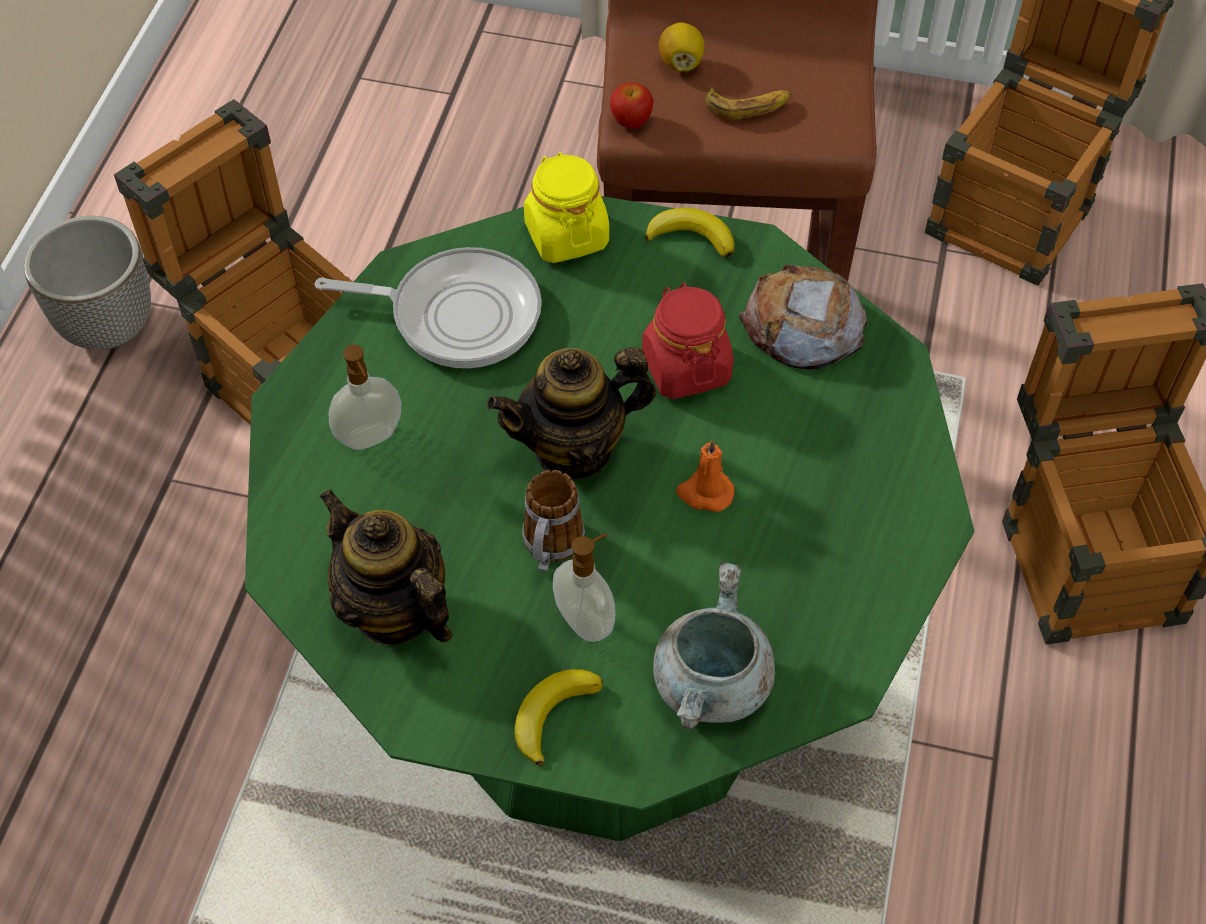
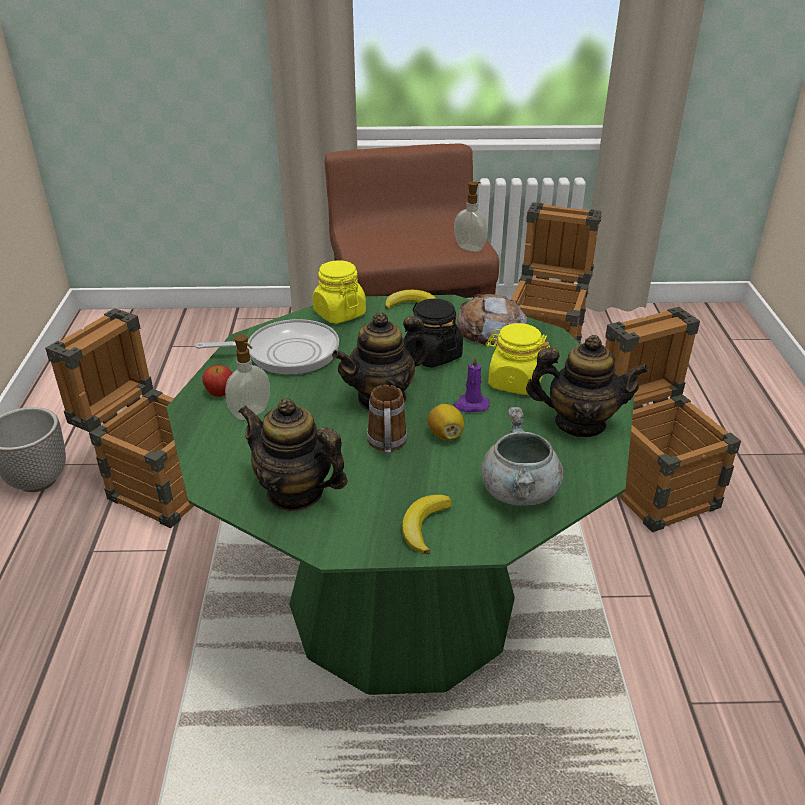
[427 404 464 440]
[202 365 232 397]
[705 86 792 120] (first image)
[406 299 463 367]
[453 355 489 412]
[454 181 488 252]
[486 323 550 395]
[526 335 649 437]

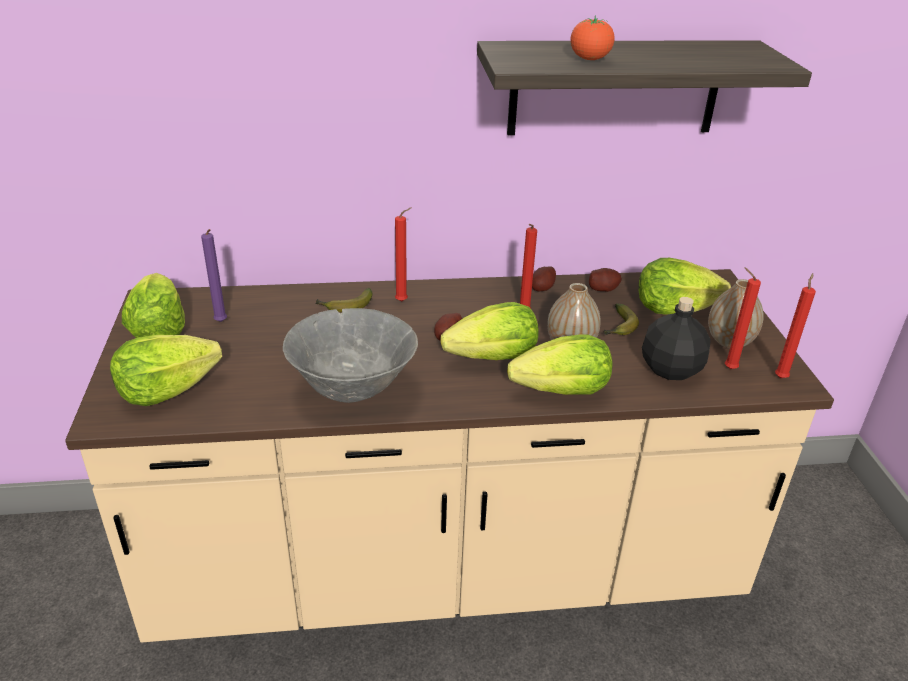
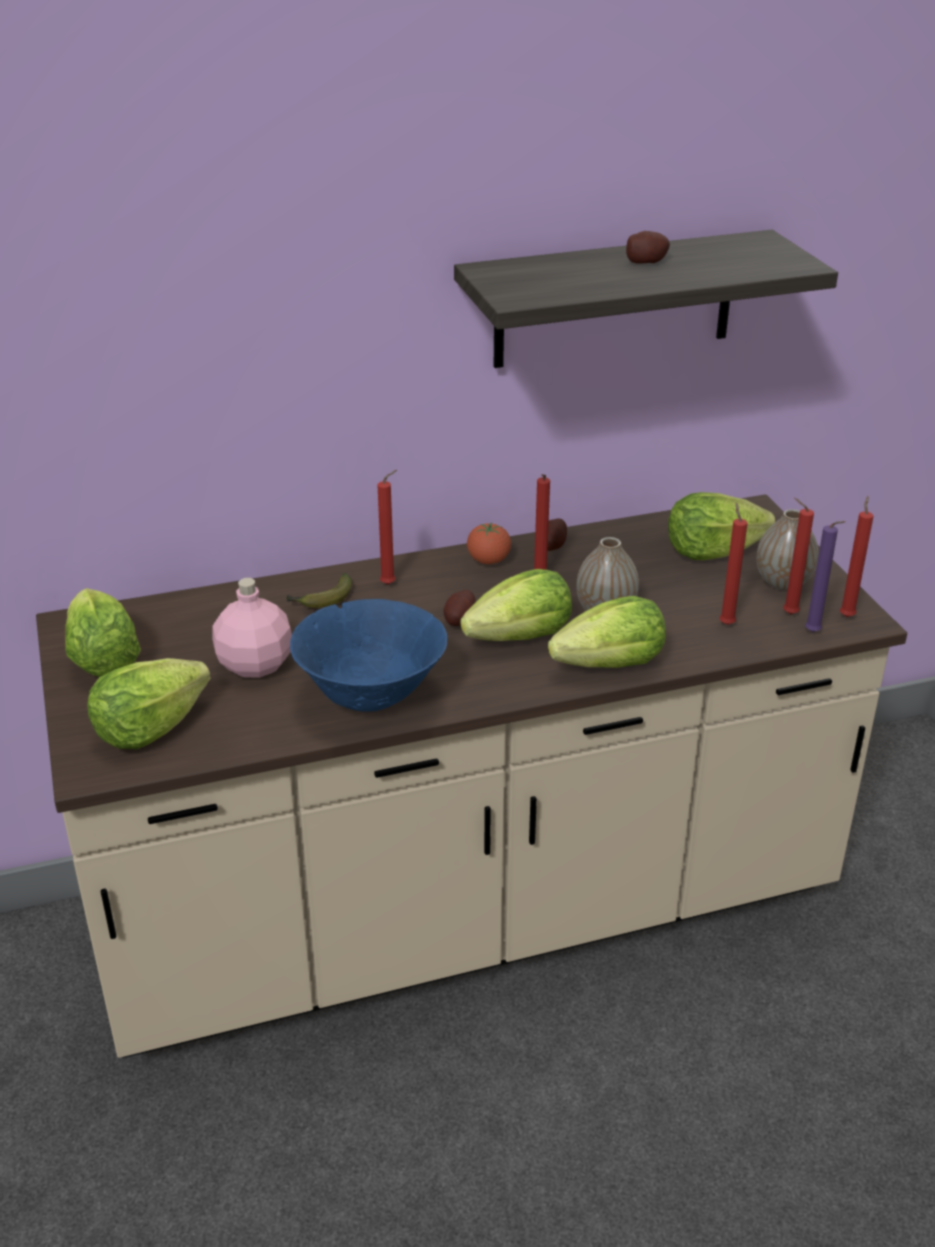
[467 523 511 564]
[805 521 846 632]
[626 231 670 264]
[720 503 747 625]
[604 303 639 335] (first image)
[290 599 448 712]
[212 578 292 678]

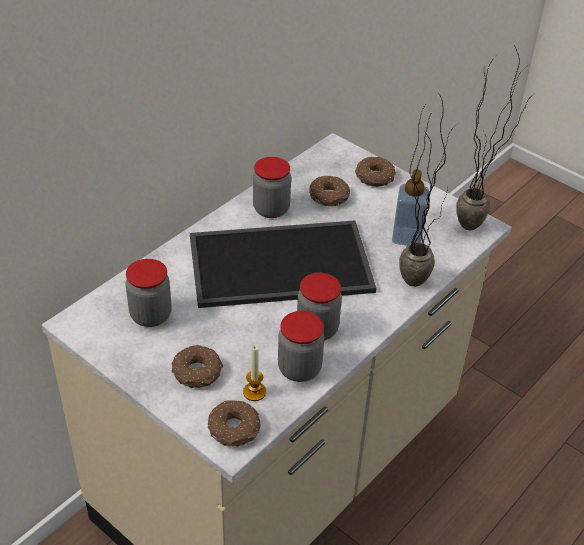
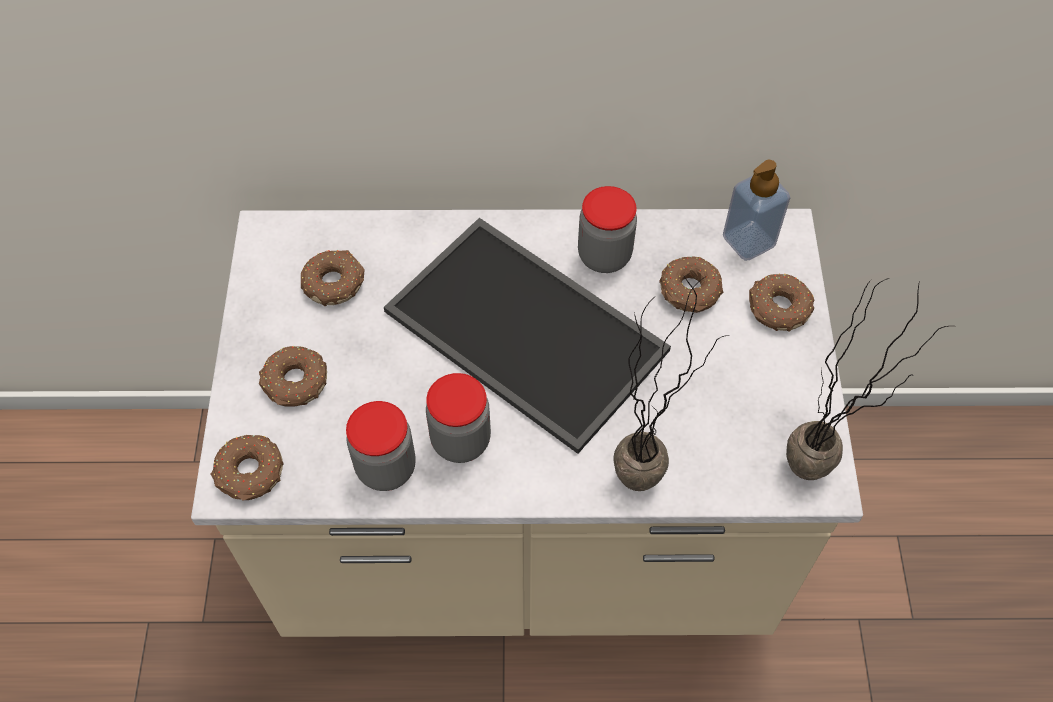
[723 160 790 261]
[301 250 365 306]
[243 346 266 401] (first image)

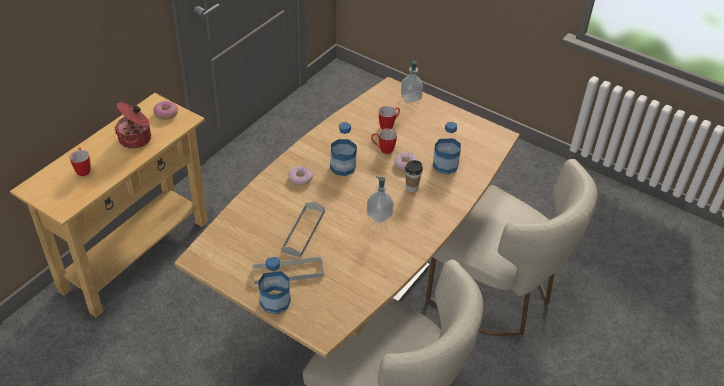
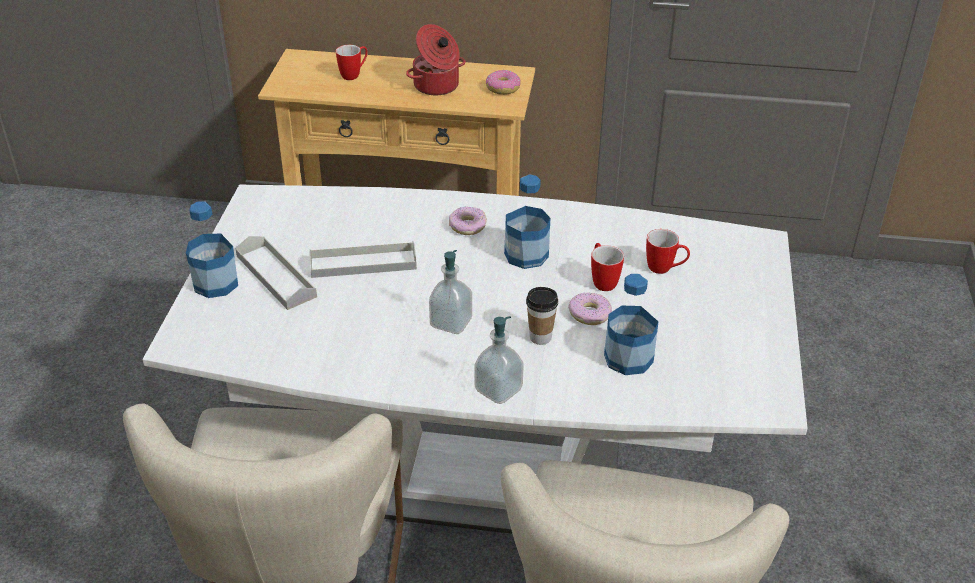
[475 316 524 404]
[143 185 807 534]

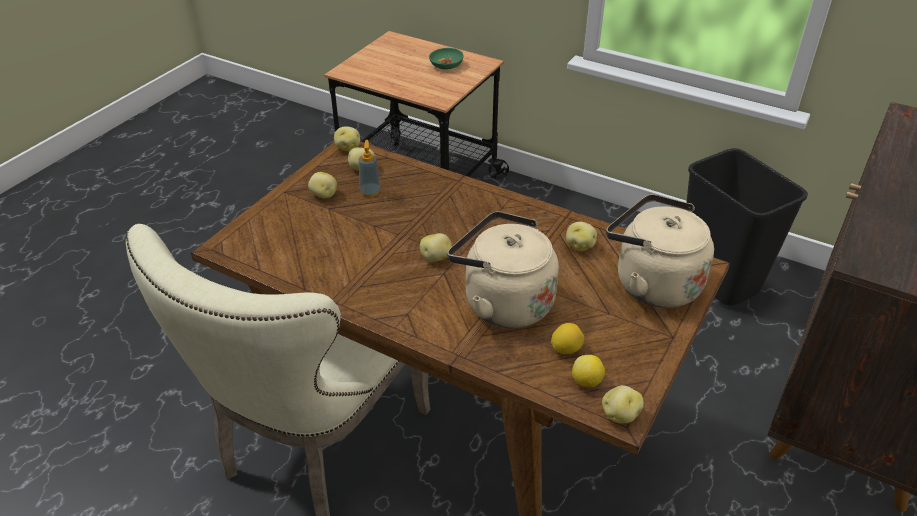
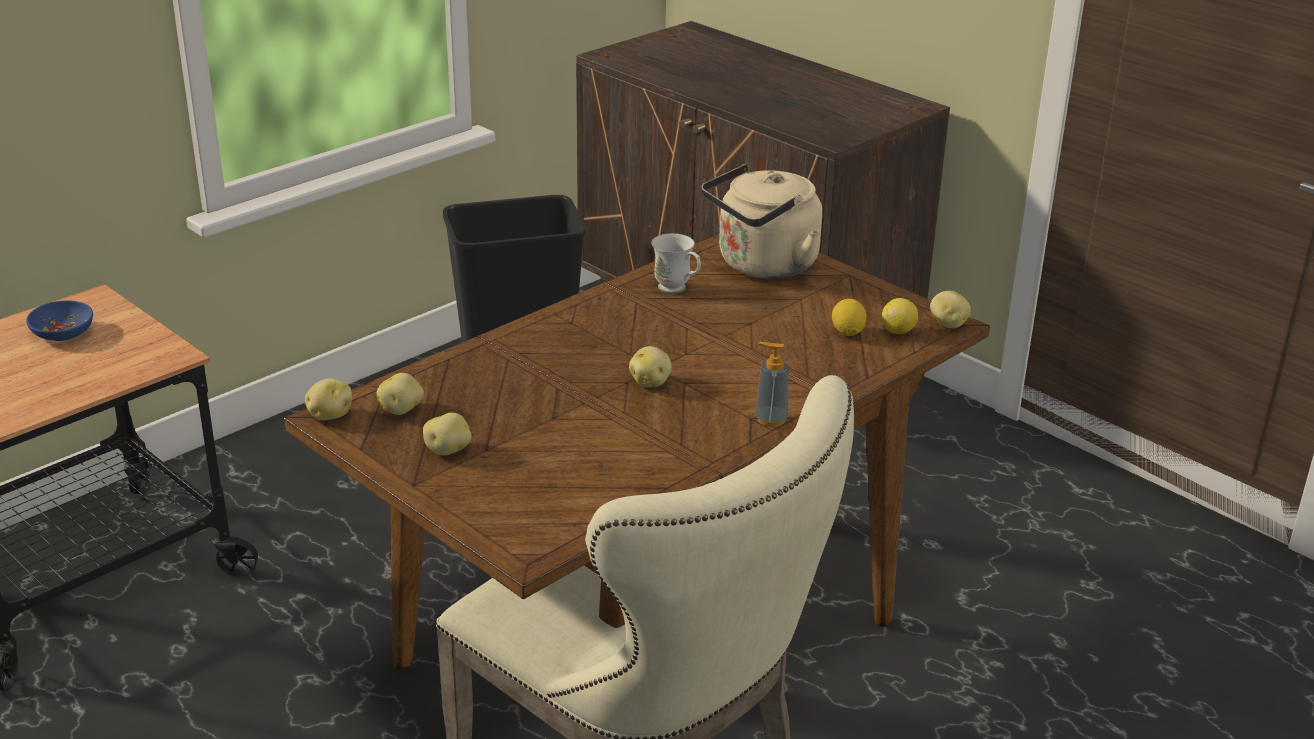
[26 300 93 341]
[755 342 789 427]
[447 211 559 328] (first image)
[652 233 701 294]

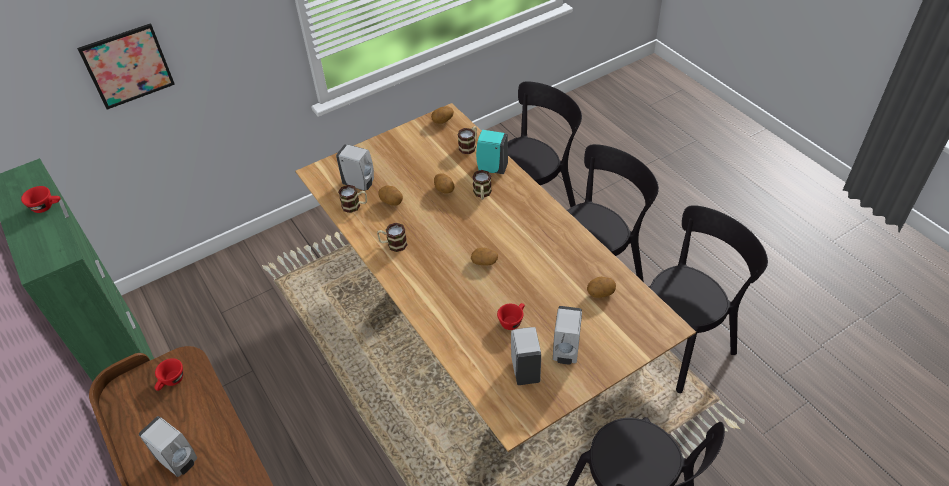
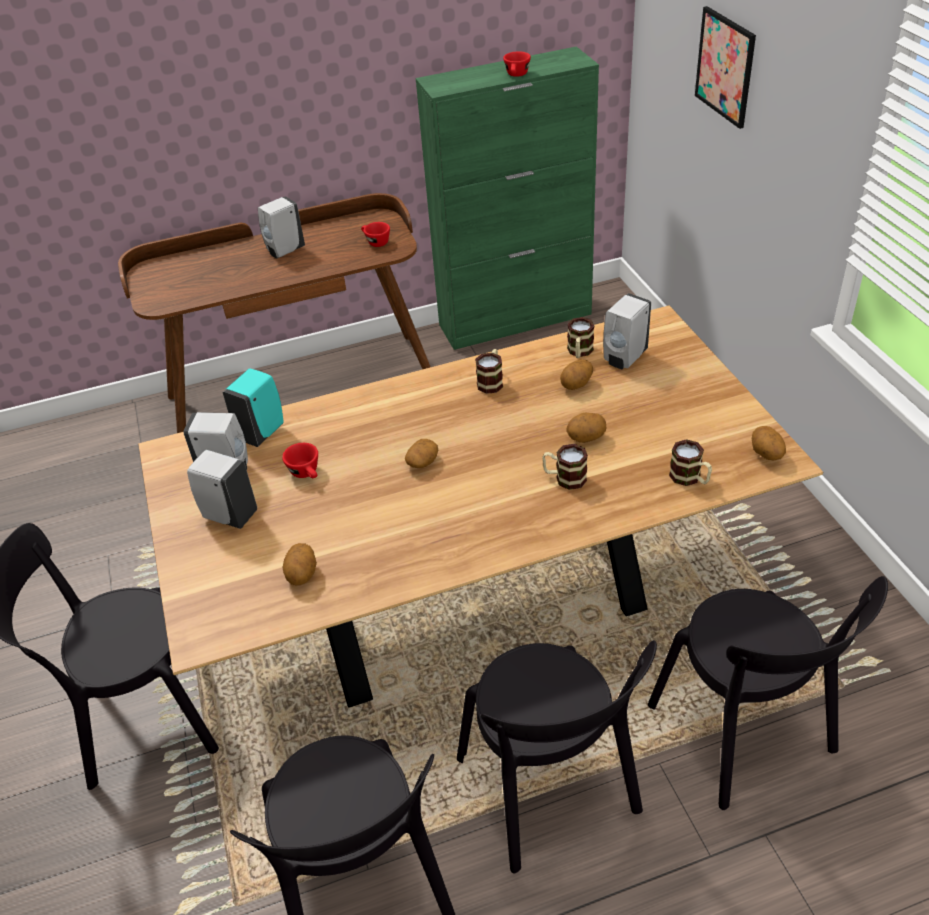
[223 368 284 447]

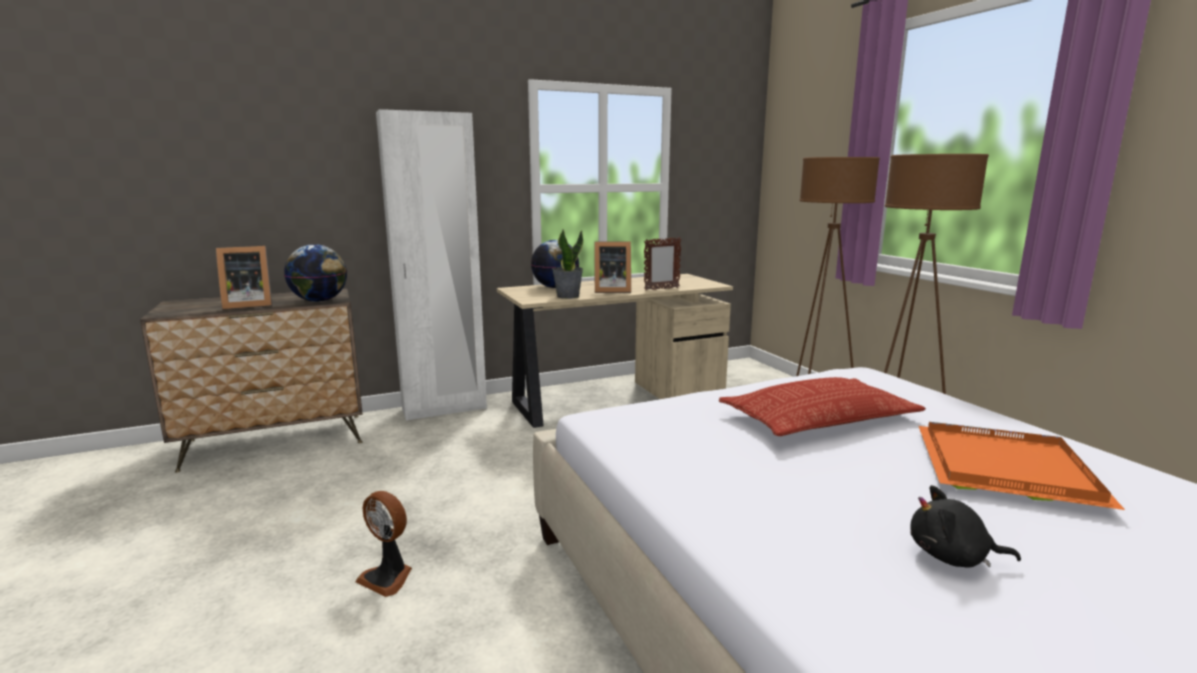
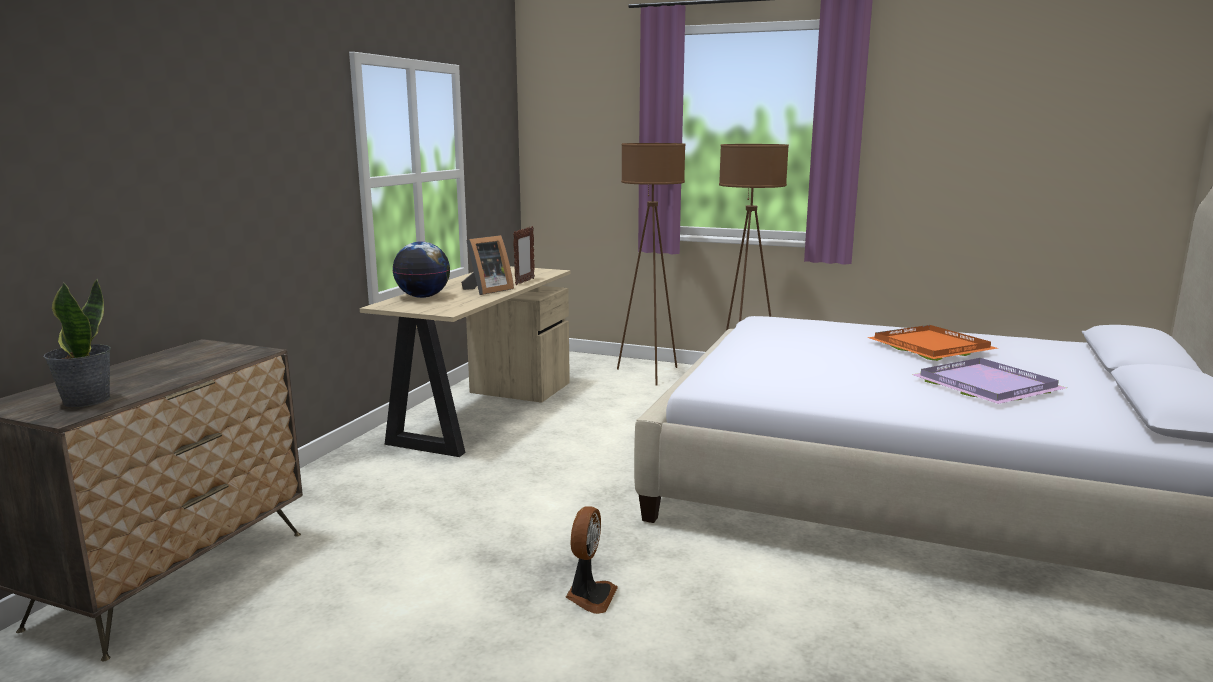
[376 109 487 421] (first image)
[43 279 111 407]
[284 244 347 302] (first image)
[216 246 272 310] (first image)
[719 377 926 436] (first image)
[912 358 1067 404]
[566 506 618 614]

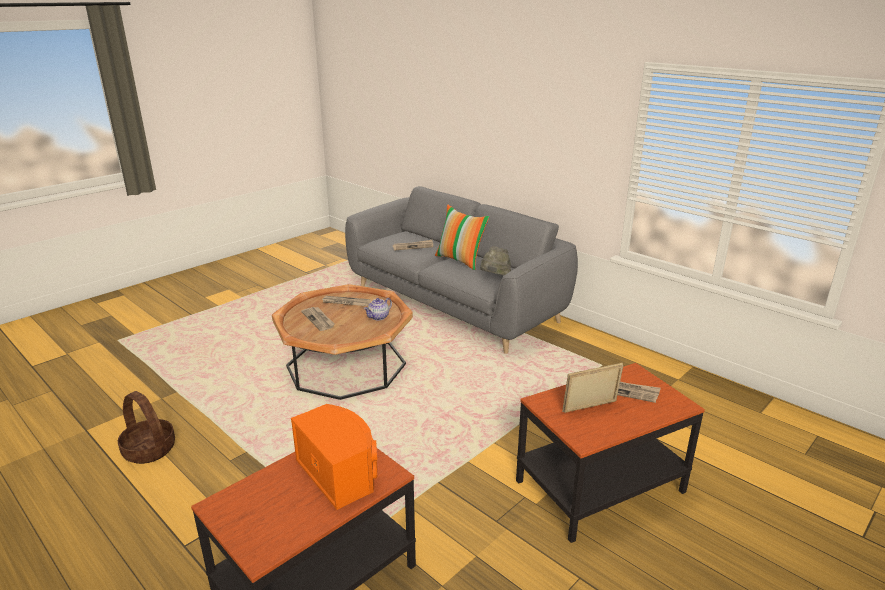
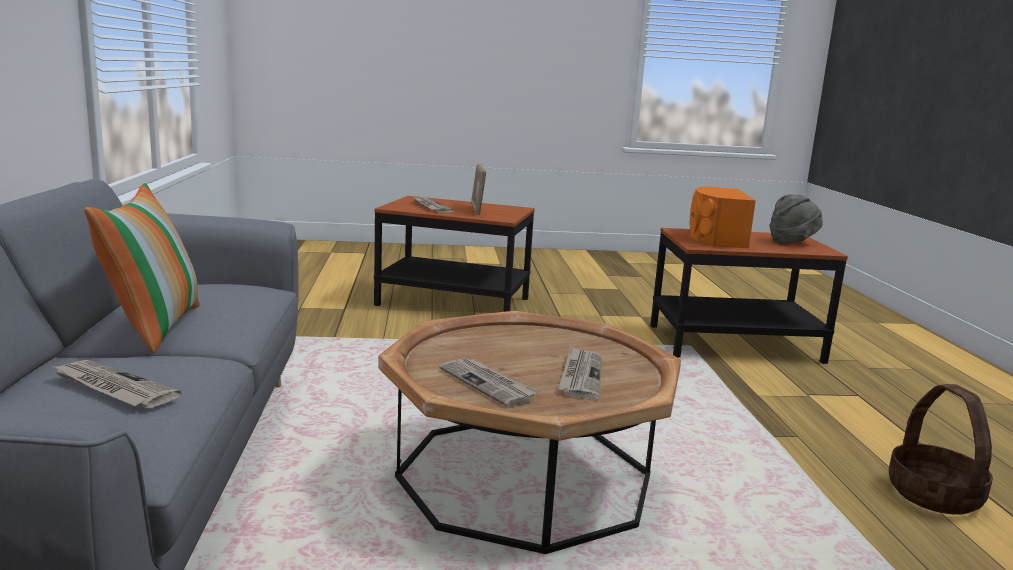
[770 194 823 244]
[364 298 392 320] (first image)
[471 163 486 215]

